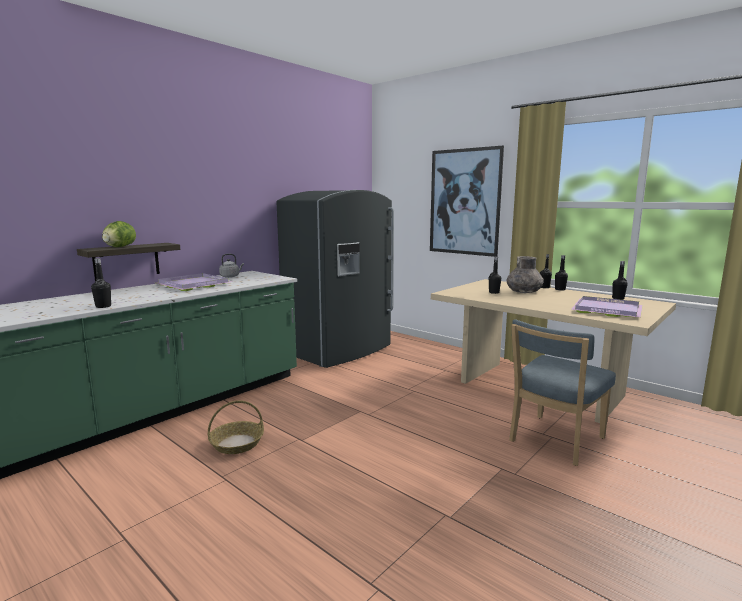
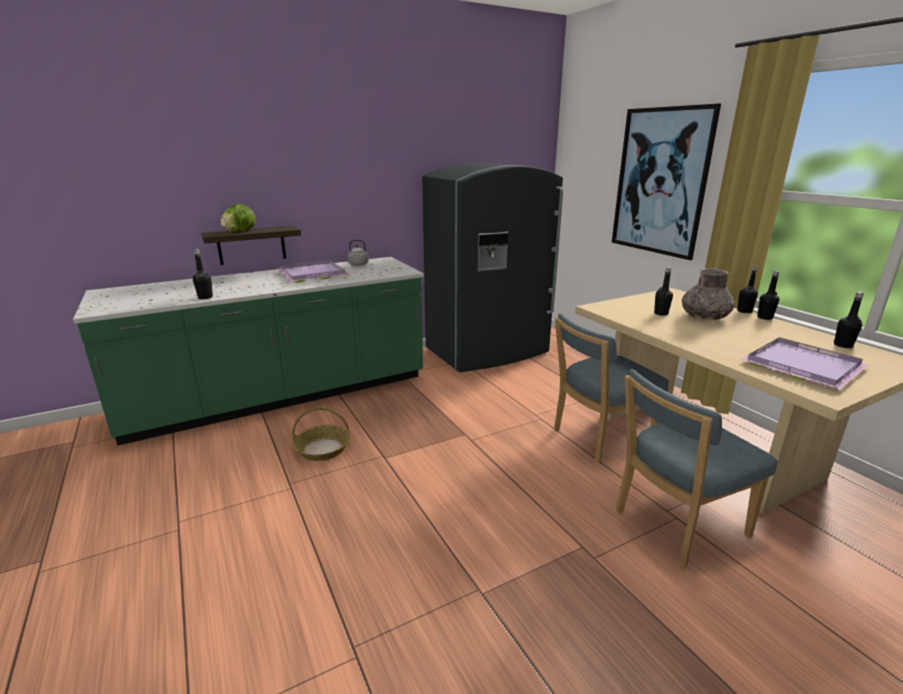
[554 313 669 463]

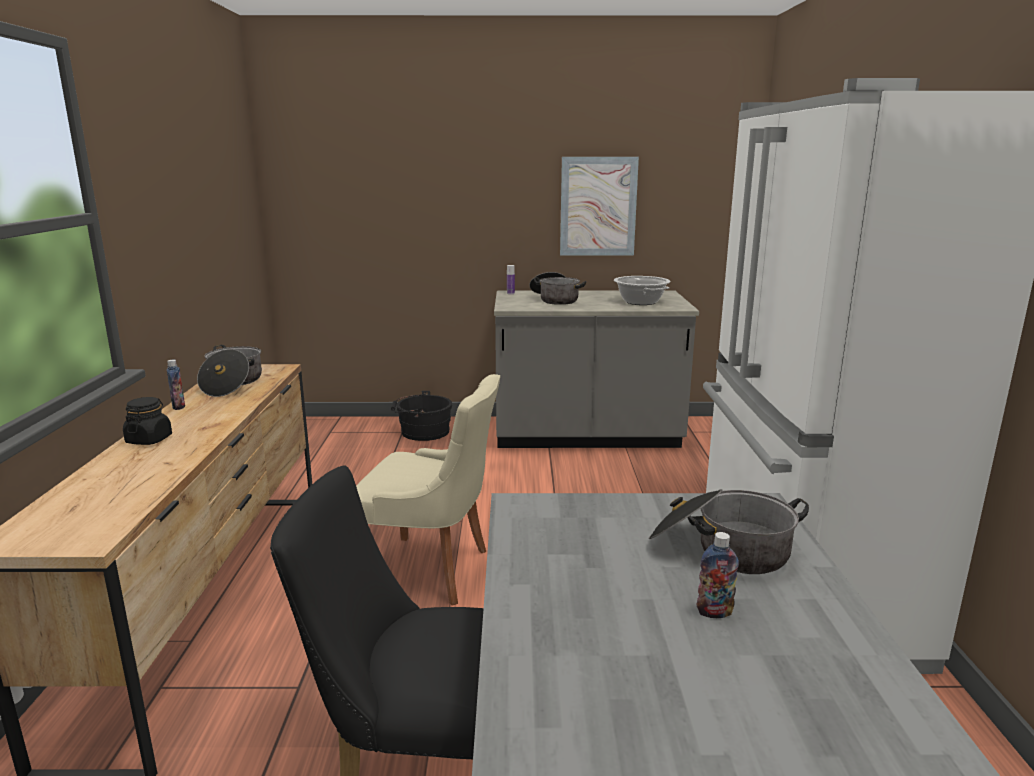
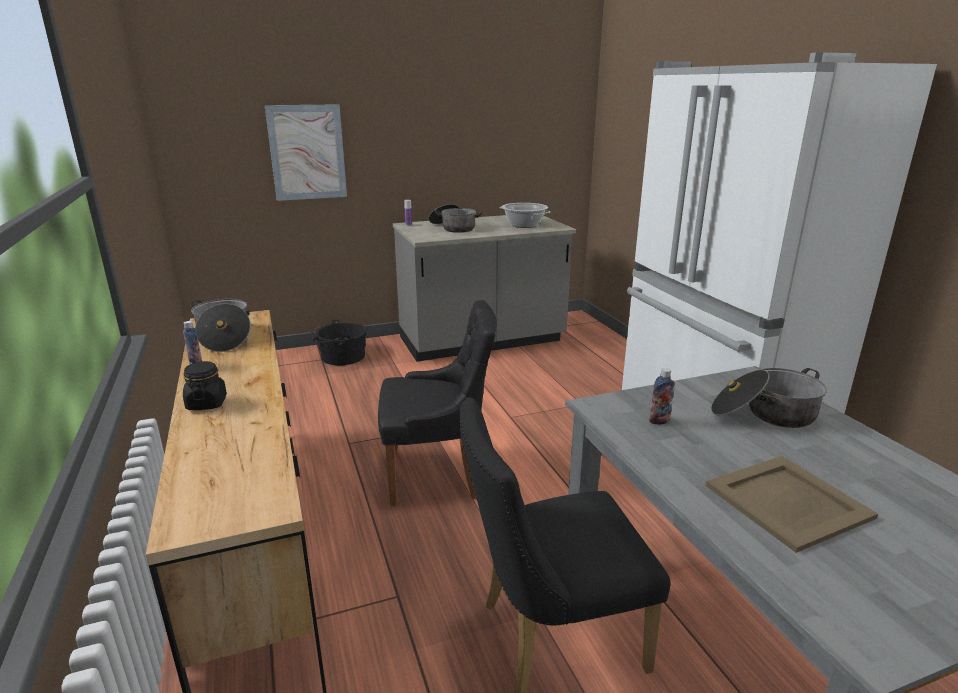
[265 104 347 201]
[378 300 497 506]
[649 368 675 425]
[705 456 878 553]

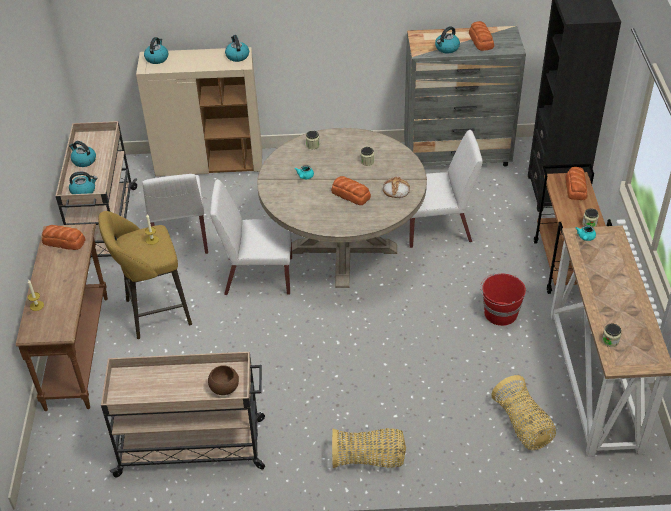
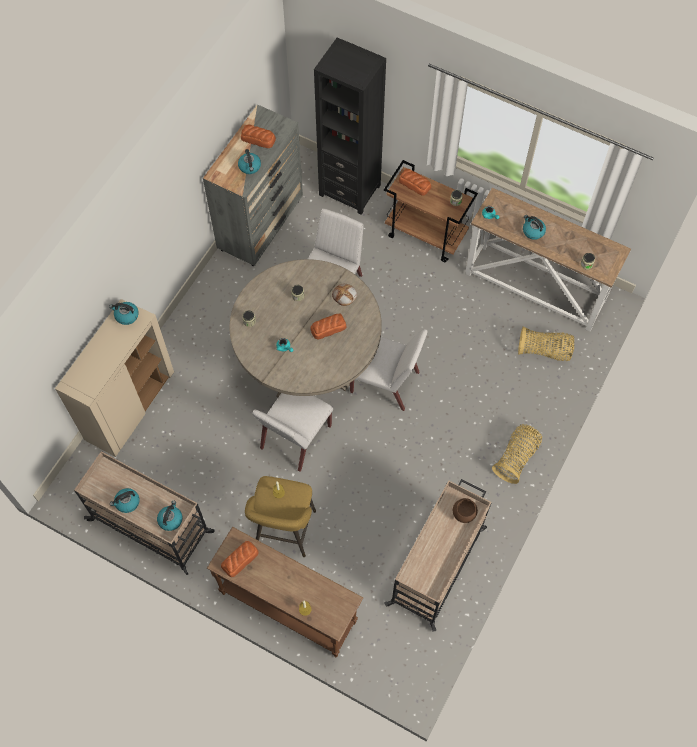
[523 215 546 240]
[350 329 427 411]
[480 273 526 326] (first image)

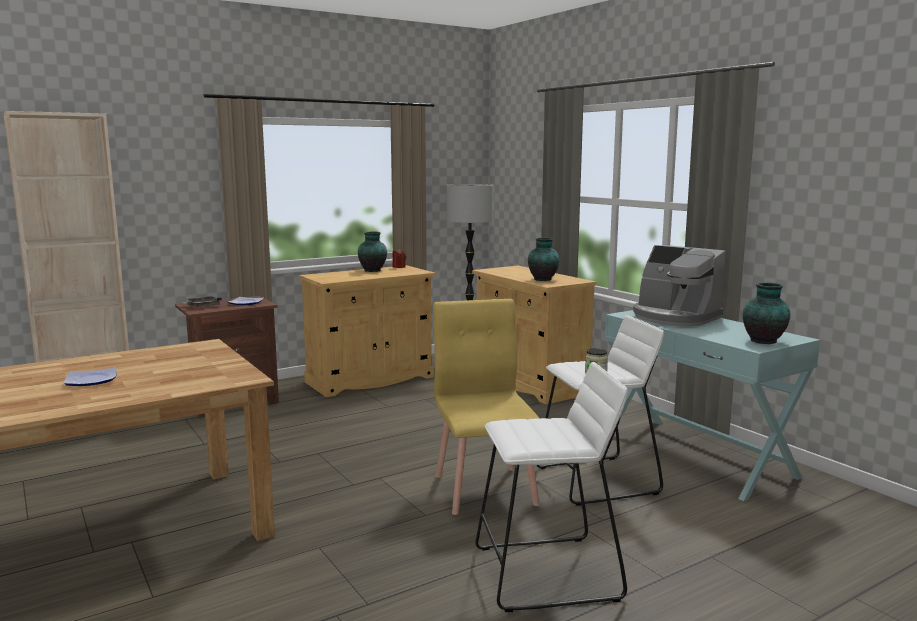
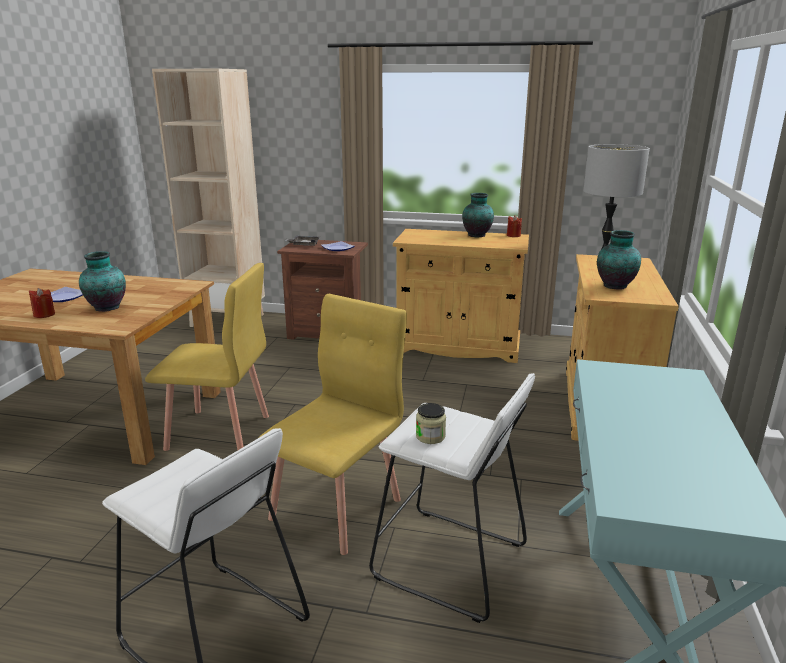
[633 245 726 327] (first image)
[79 251 126 312]
[145 263 269 451]
[29 288 55 318]

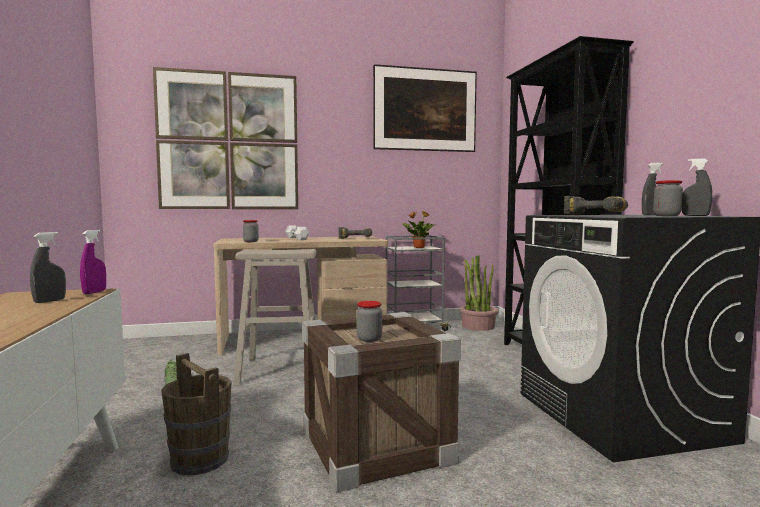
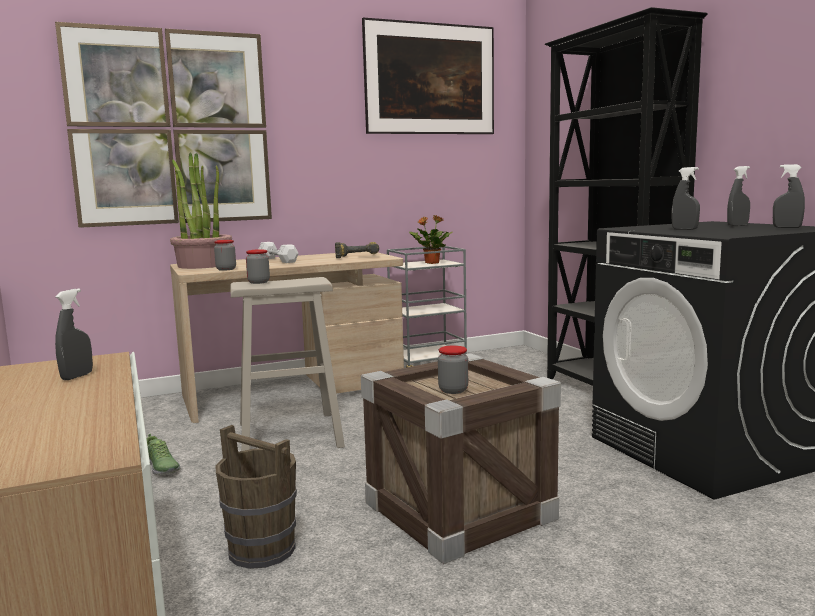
[246 249 270 284]
[672 167 700 230]
[80 230 106 294] (first image)
[170 153 232 269]

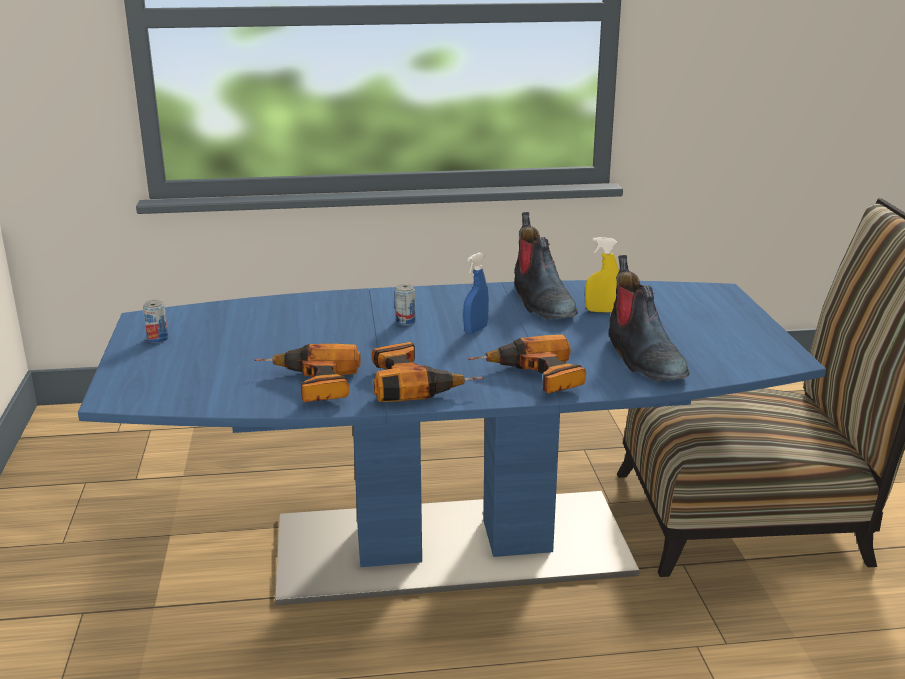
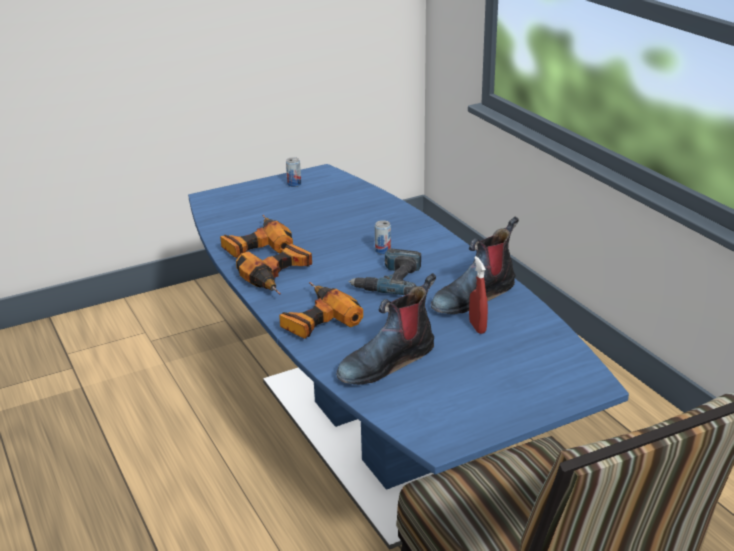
[469 256 488 334]
[348 248 421 295]

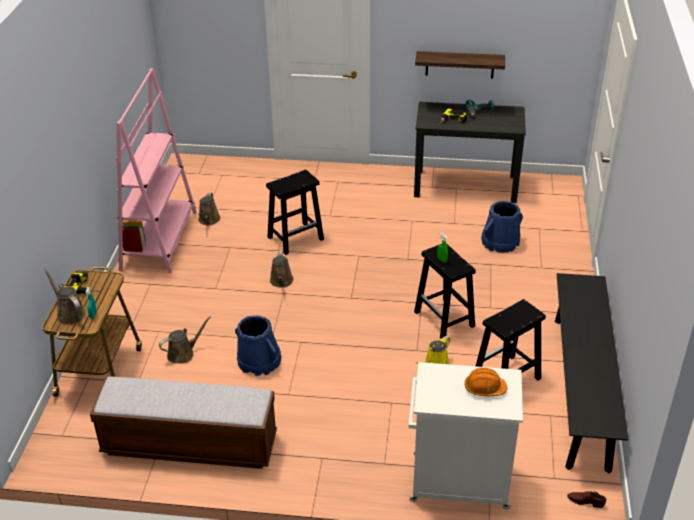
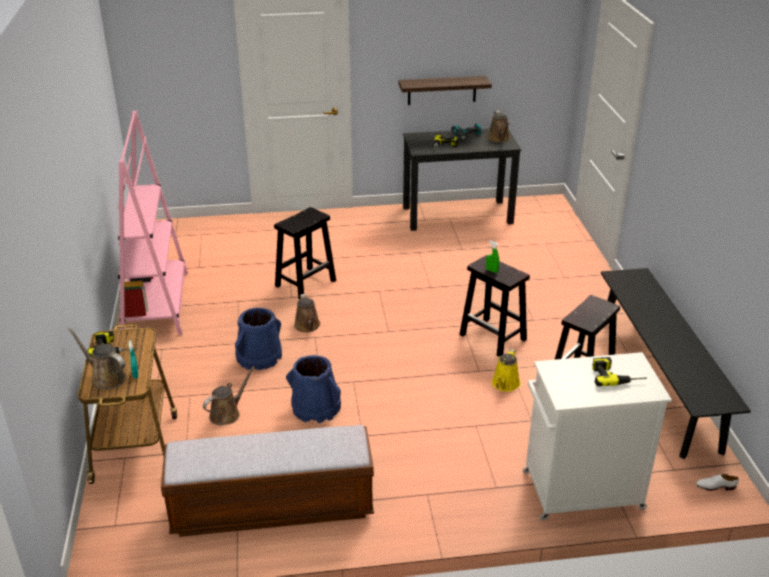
[488 111 510 143]
[235 308 282 370]
[592 357 647 387]
[696 474 739 491]

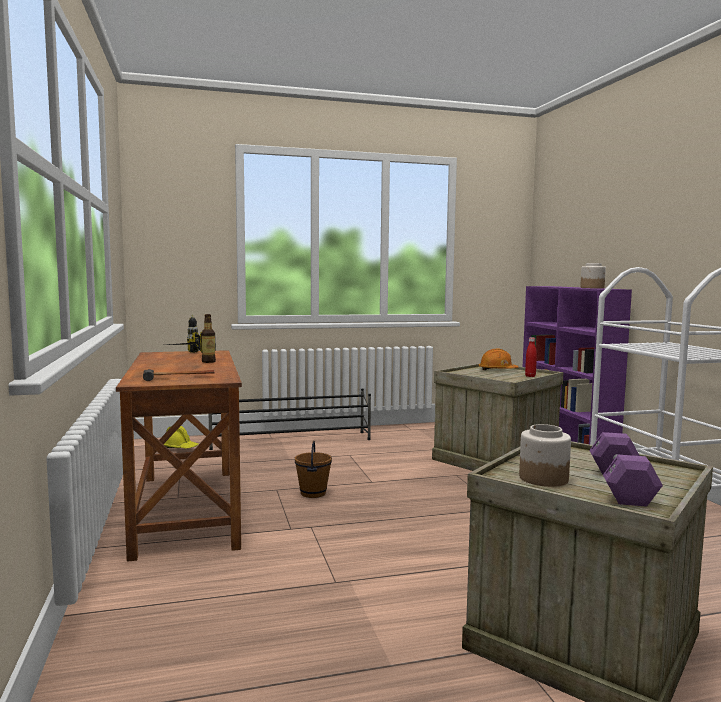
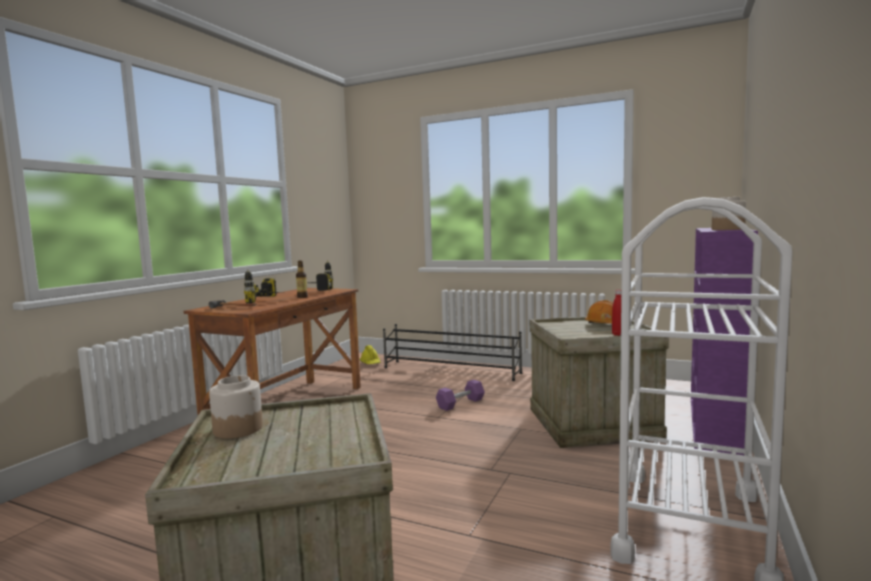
[436 380 485 411]
[295 441 332 498] (first image)
[244 269 282 303]

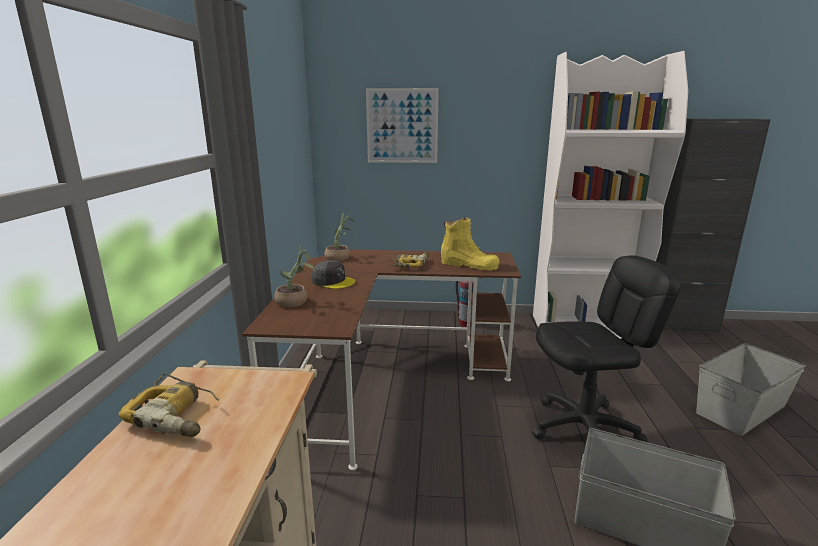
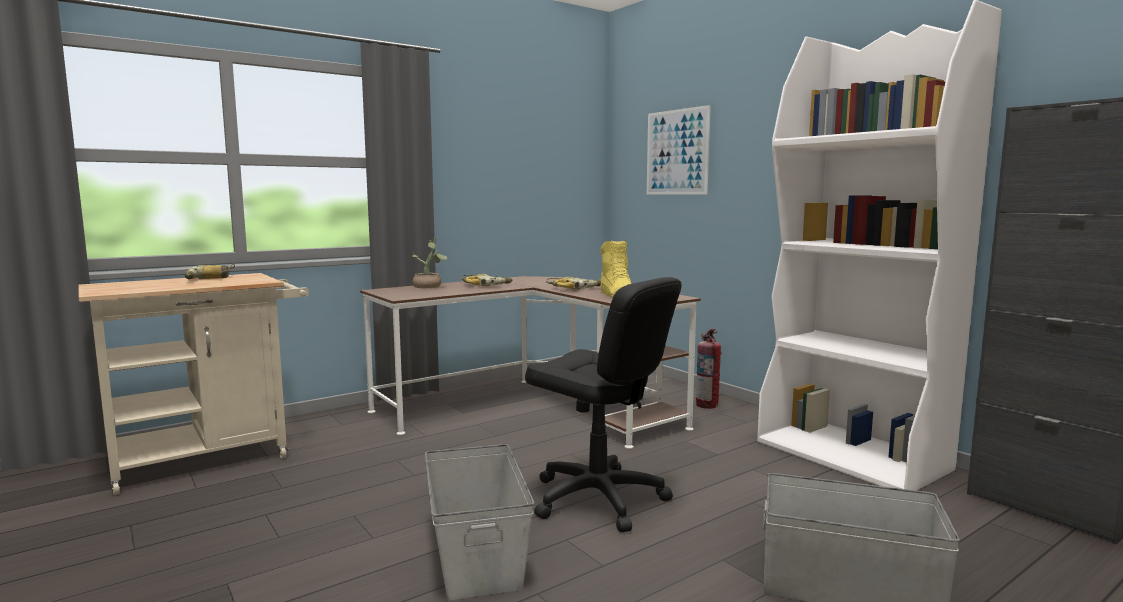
[324 213 354 261] (first image)
[460 274 513 286]

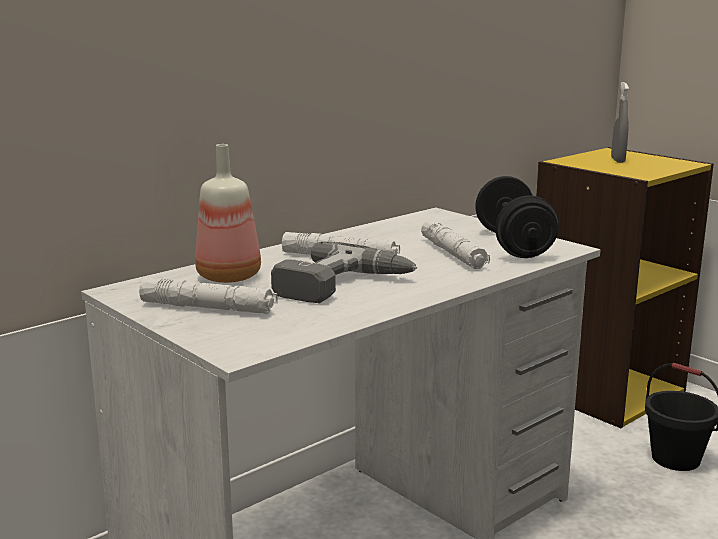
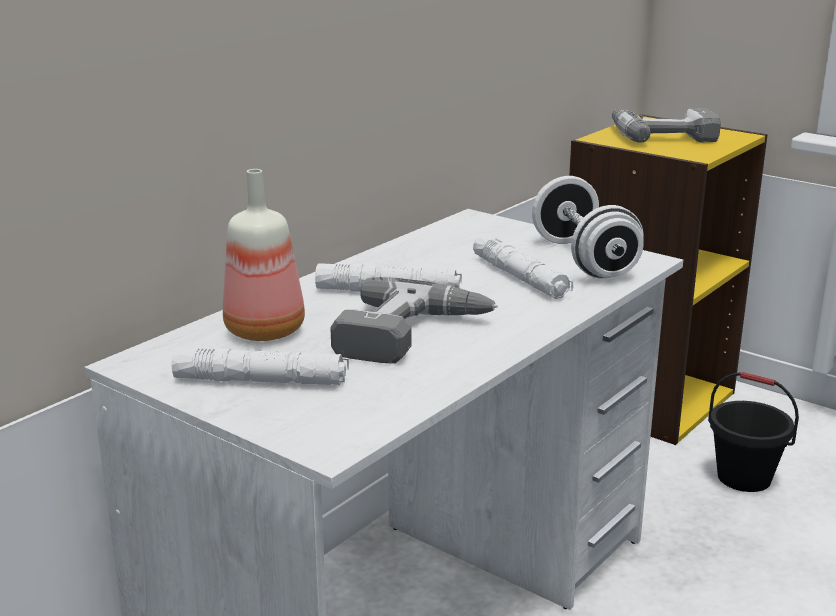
[612 108 721 143]
[532 176 644 279]

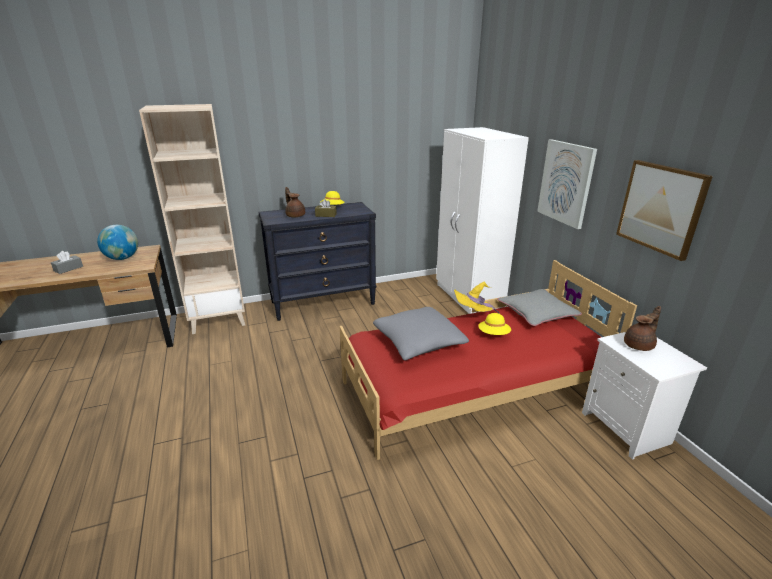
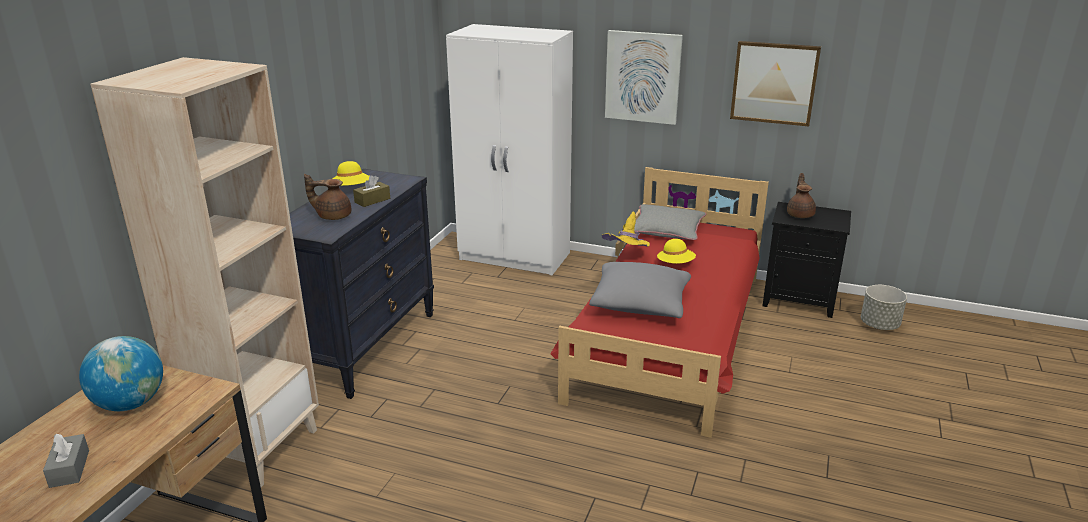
[762 202 851 318]
[861 285 907 330]

